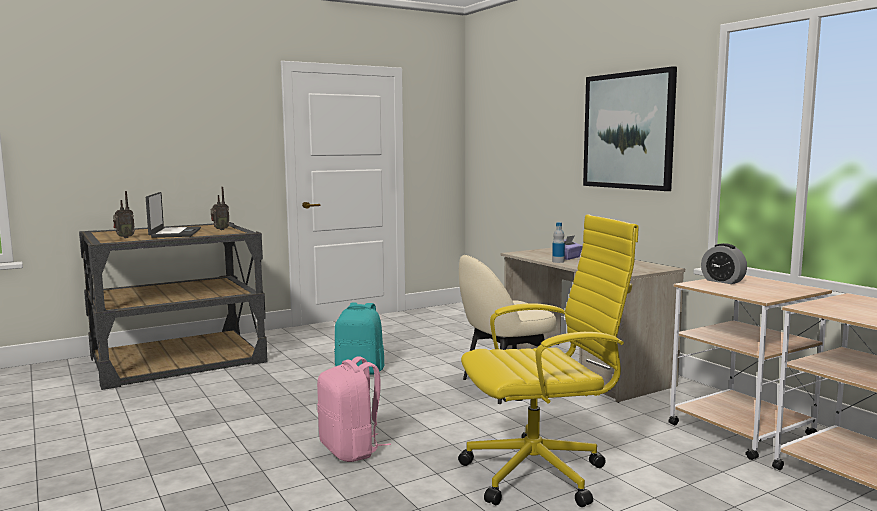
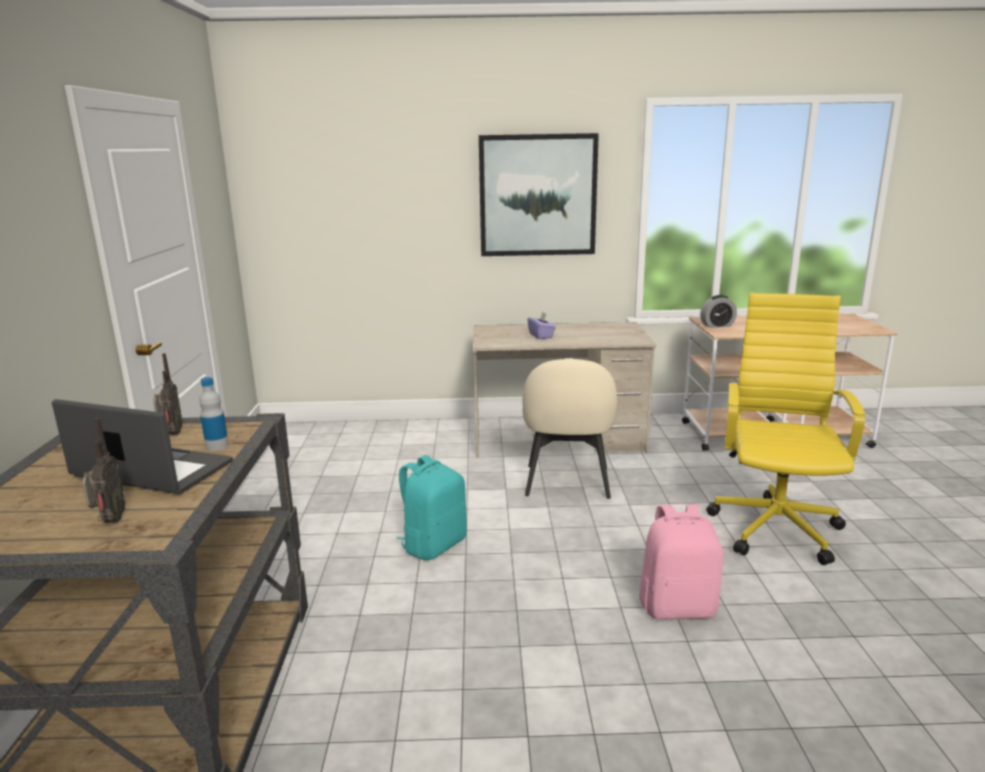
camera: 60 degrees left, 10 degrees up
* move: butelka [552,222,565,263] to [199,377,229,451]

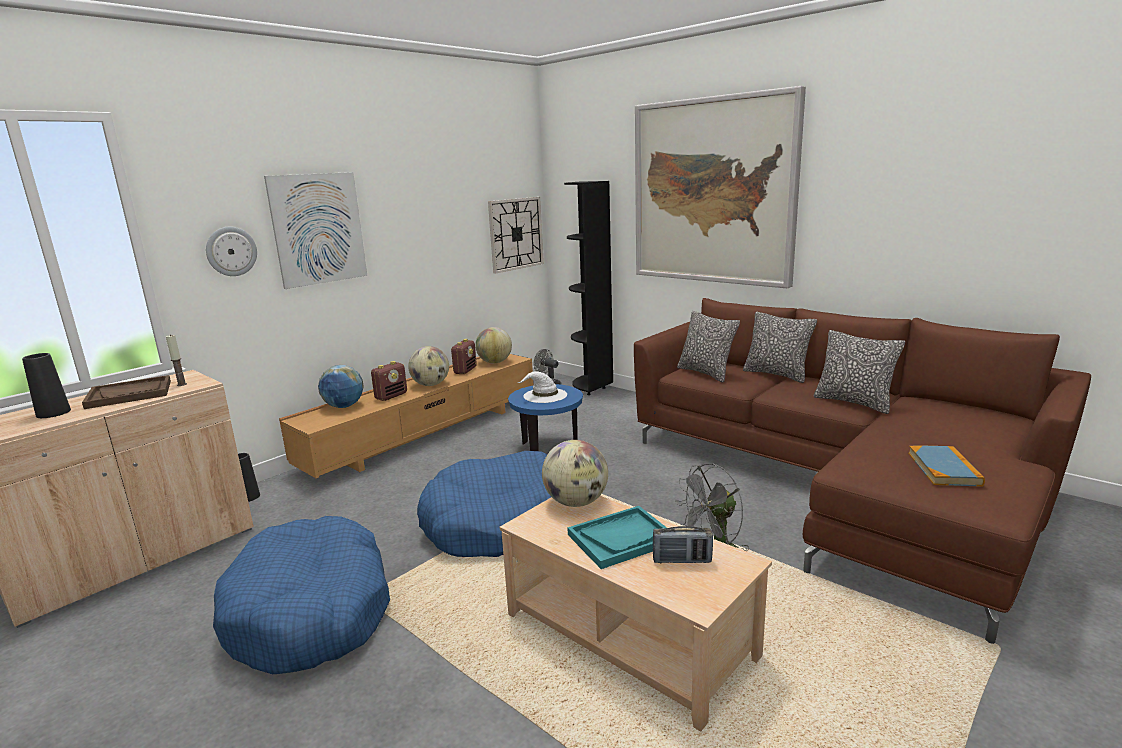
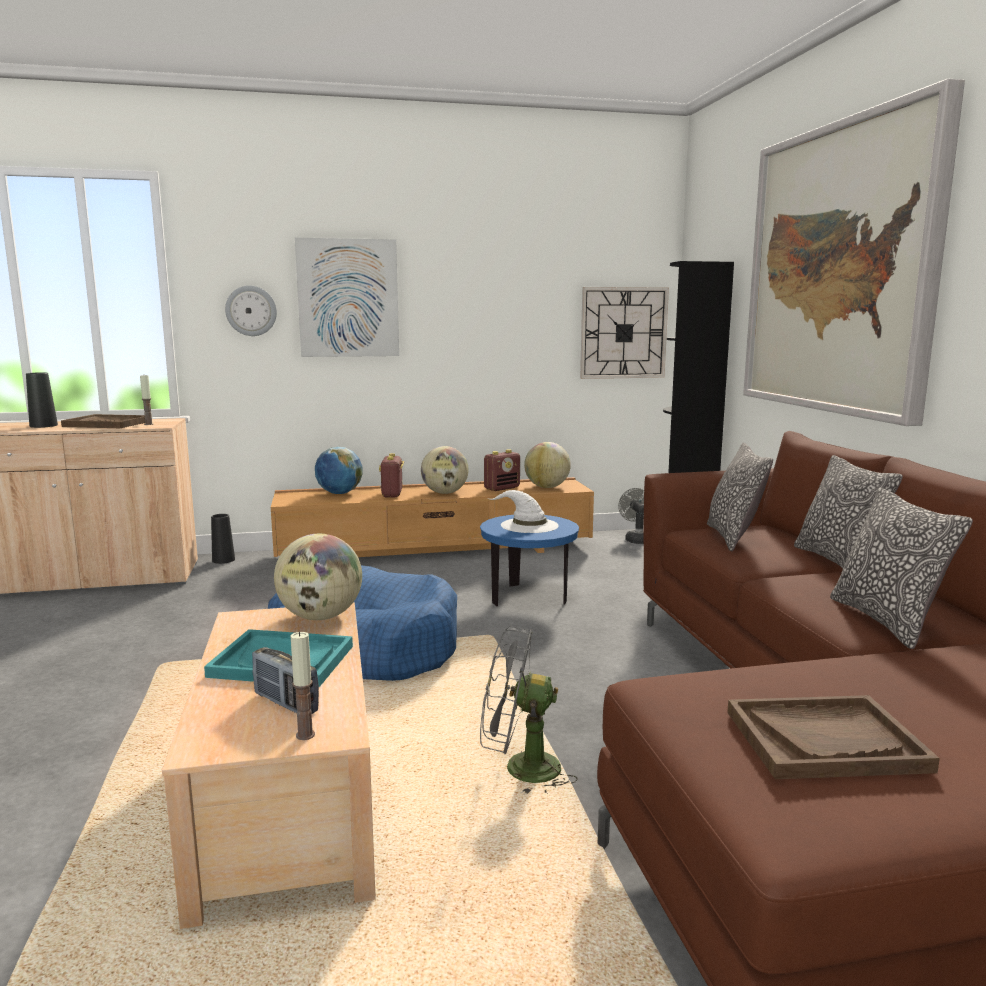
camera: 35 degrees right, 5 degrees down
* delete: legowisko [niebieski] [213,516,390,674]
* rotate: radio [371,361,407,401] = [379,453,404,497] 105 degrees clockwise
* replace: książka [908,445,985,487] to taca [brązowy] [727,695,940,779]
* insert: świeca [291,632,315,740]

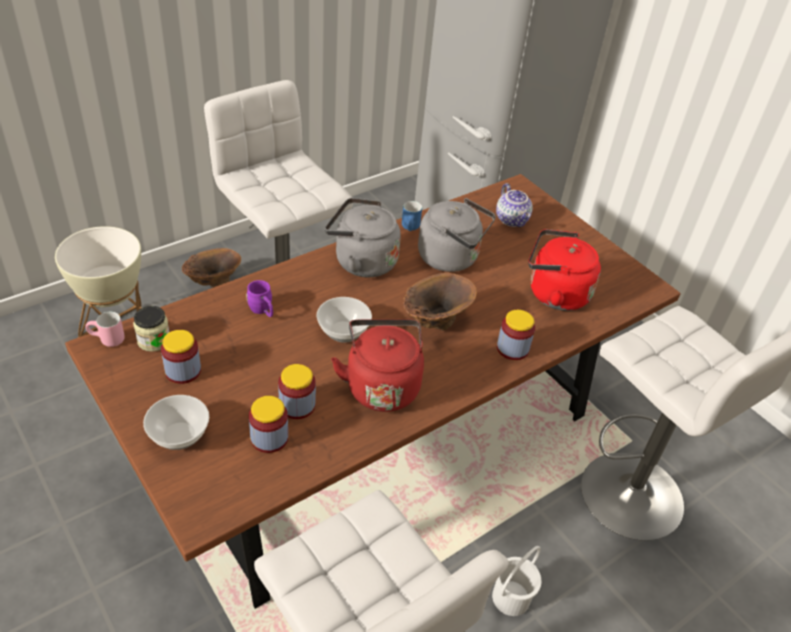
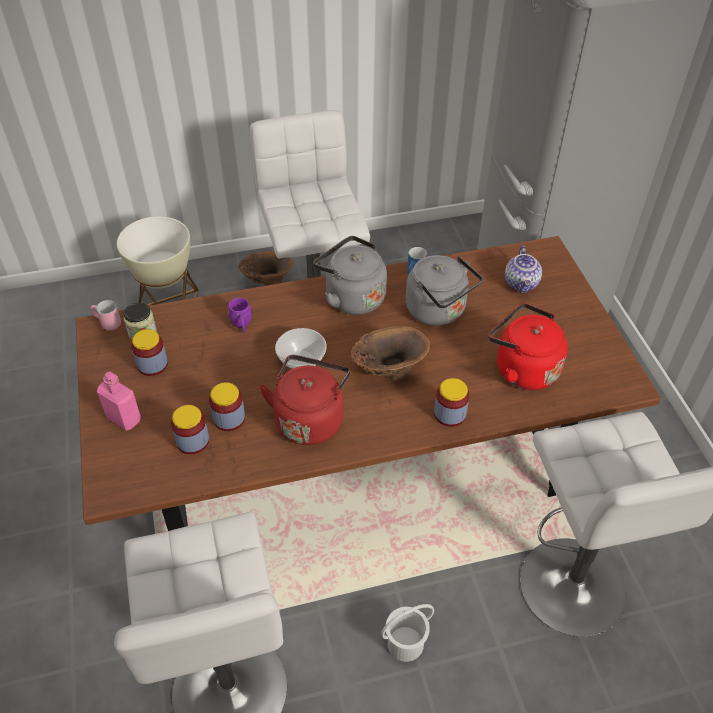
camera: 25 degrees right, 5 degrees up
* replace: miska [143,395,209,450] to butelka [różowy] [97,372,141,431]

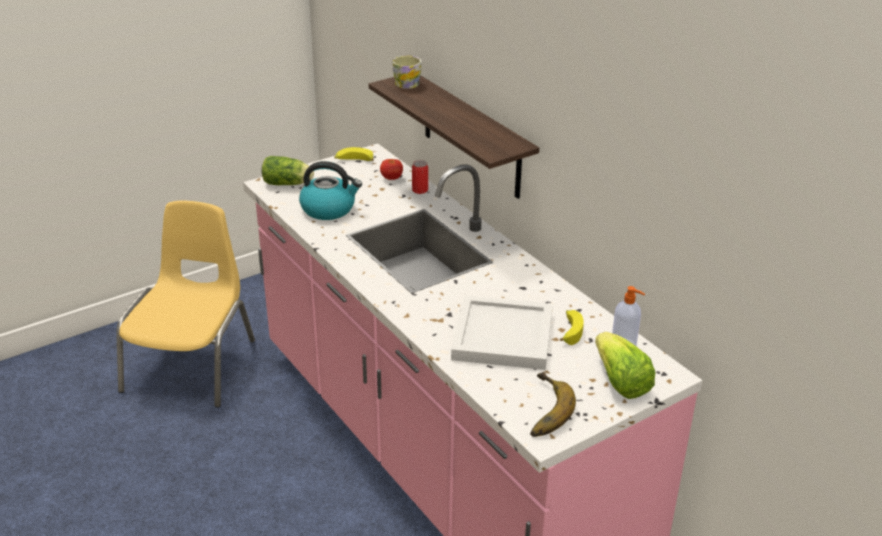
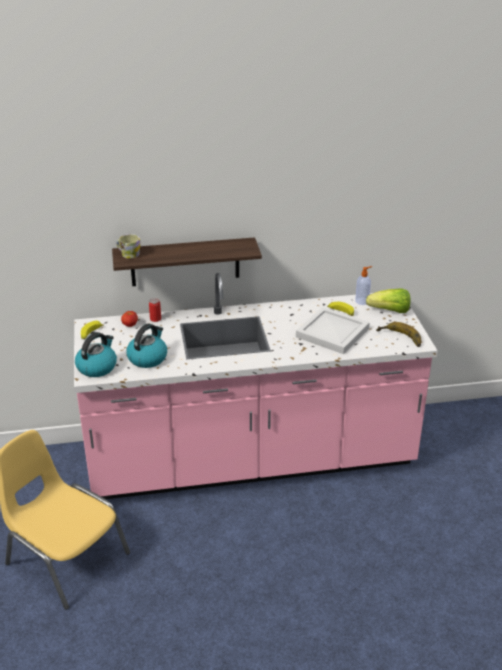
camera: 65 degrees left, 0 degrees up
* replace: sałata [262,156,314,185] to czajnik [75,332,117,377]

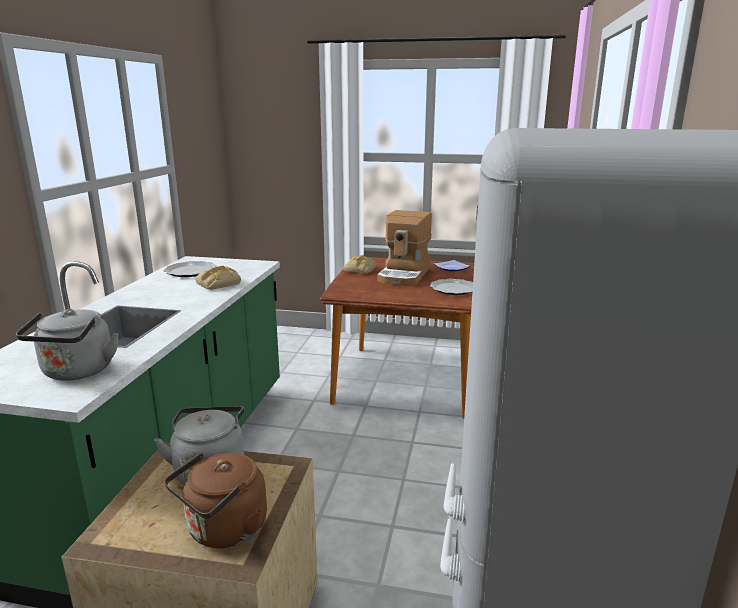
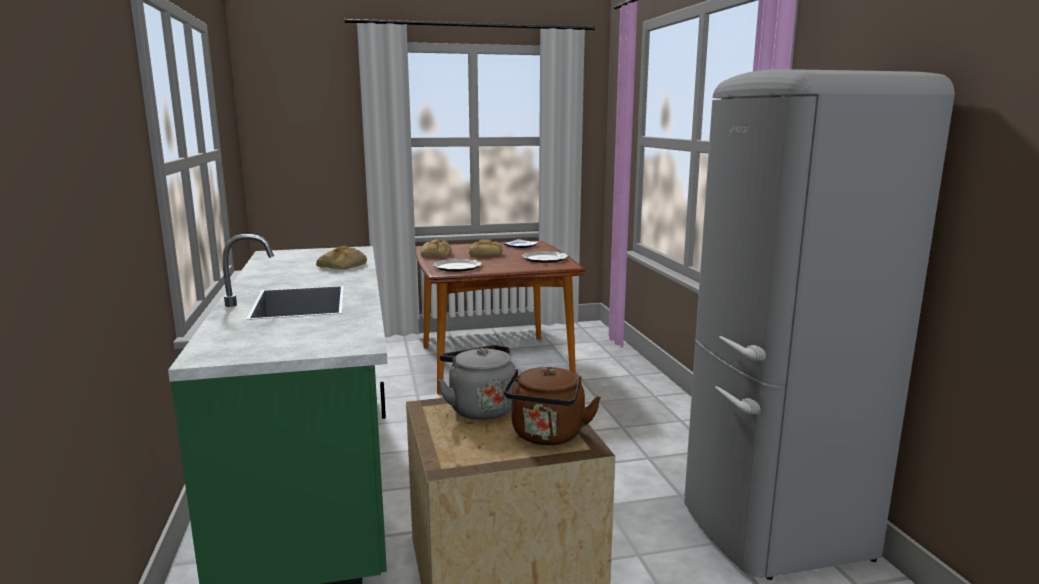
camera: 25 degrees left, 5 degrees down
* delete: czajnik [szary] [16,309,119,381]
* move: talerz [164,261,217,277] to [433,259,482,272]
* replace: ekspres do kawy [377,210,432,286] to chleb [469,239,502,257]

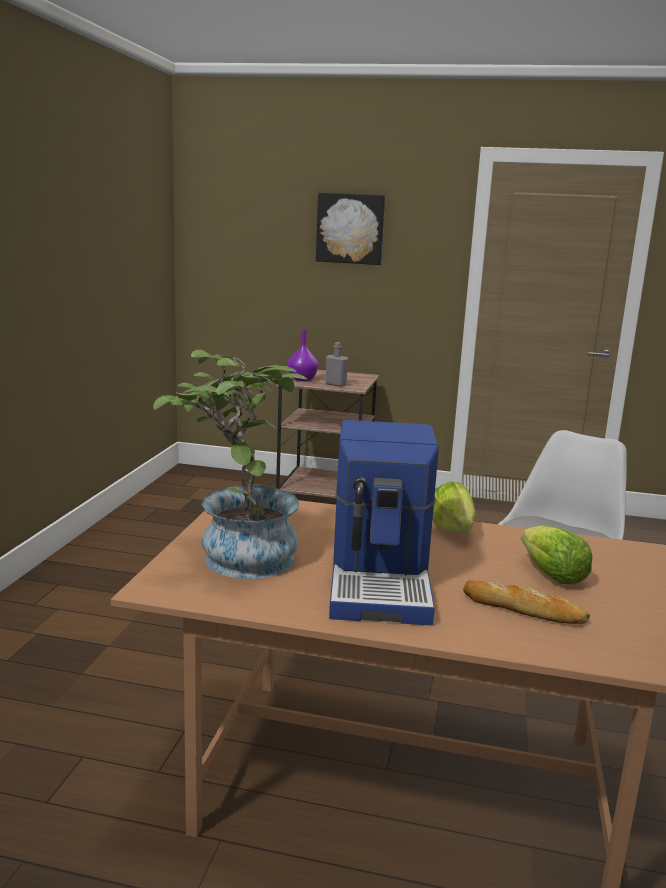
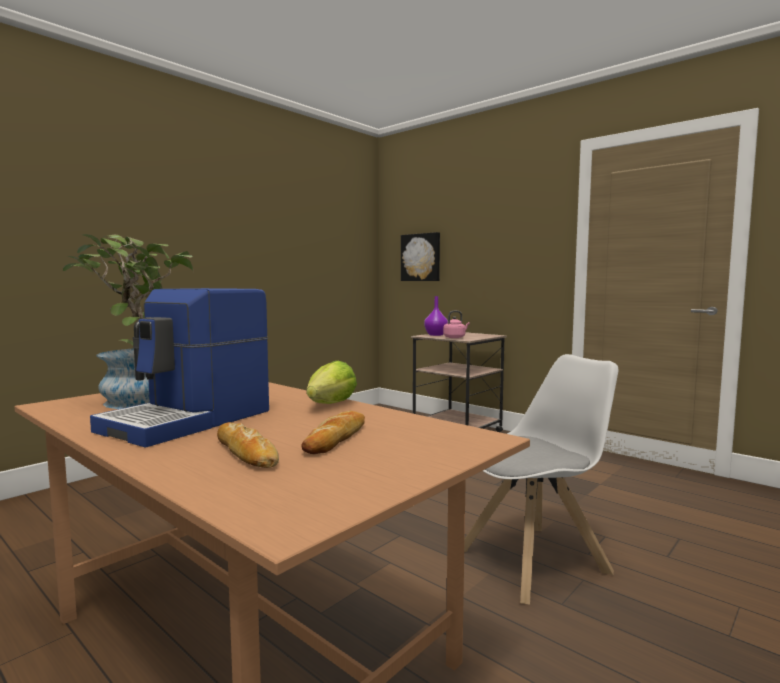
camera: 30 degrees right, 10 degrees down
* move: obraz [316,192,385,265] to [401,232,440,281]
* replace: butelka [szary] [326,342,348,387] to czajnik [różowy] [443,311,470,338]
* replace: sałata [521,526,593,584] to chleb [302,410,365,454]

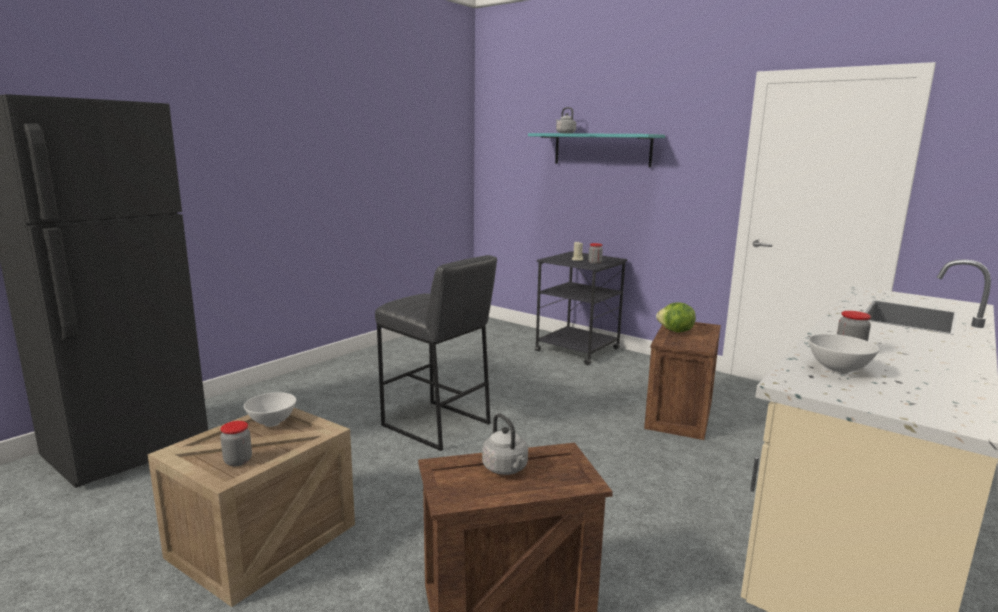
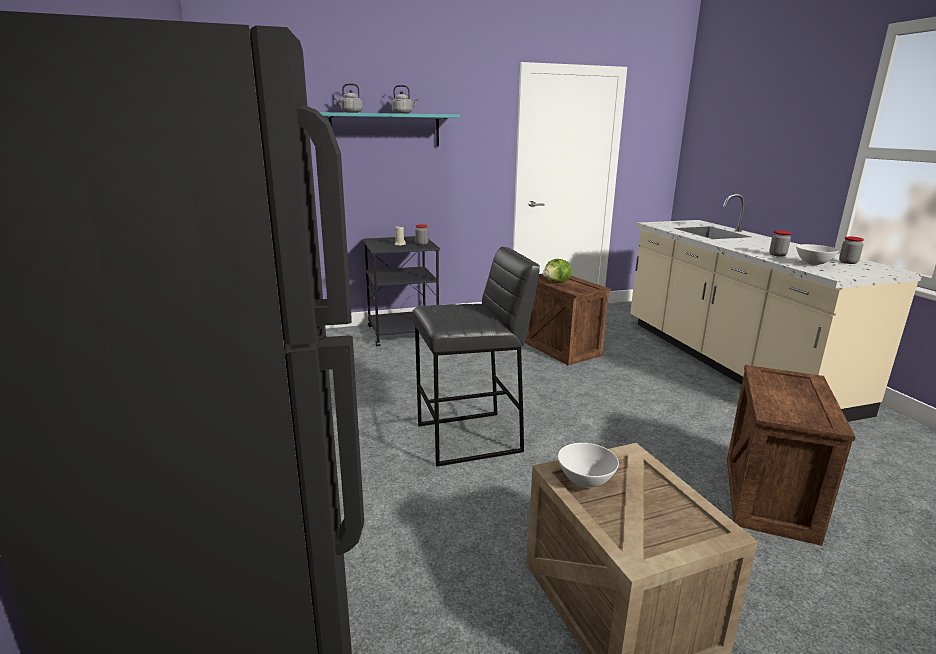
camera: 55 degrees left, 5 degrees up
* move: słoik [220,421,252,466] to [839,237,864,264]
* move: czajnik [szary] [482,413,528,475] to [391,85,418,114]

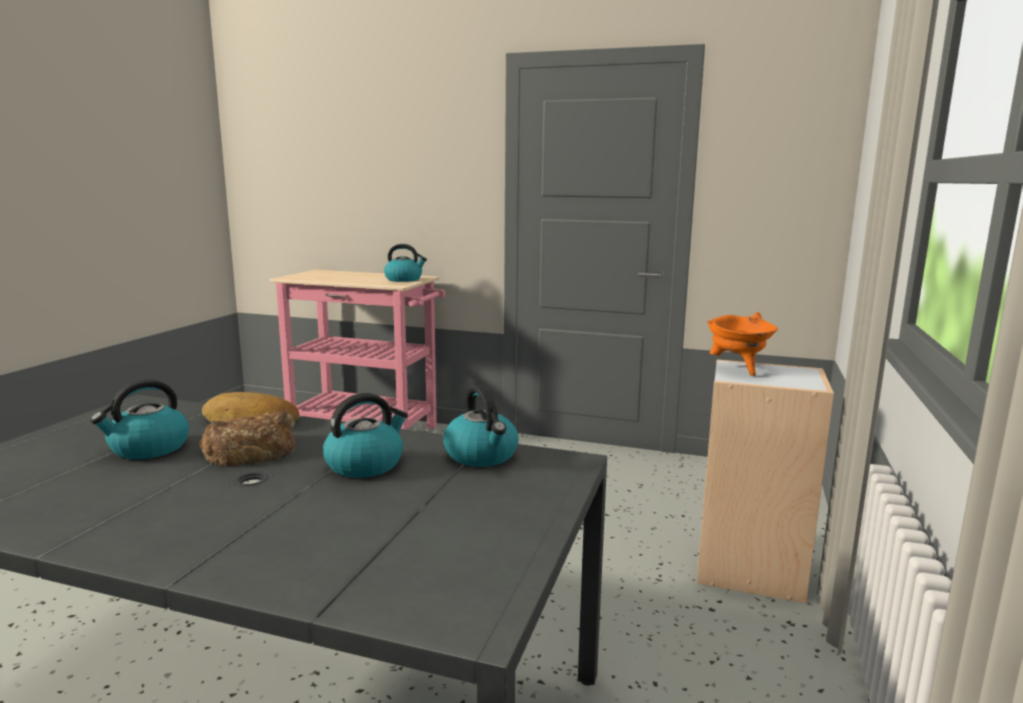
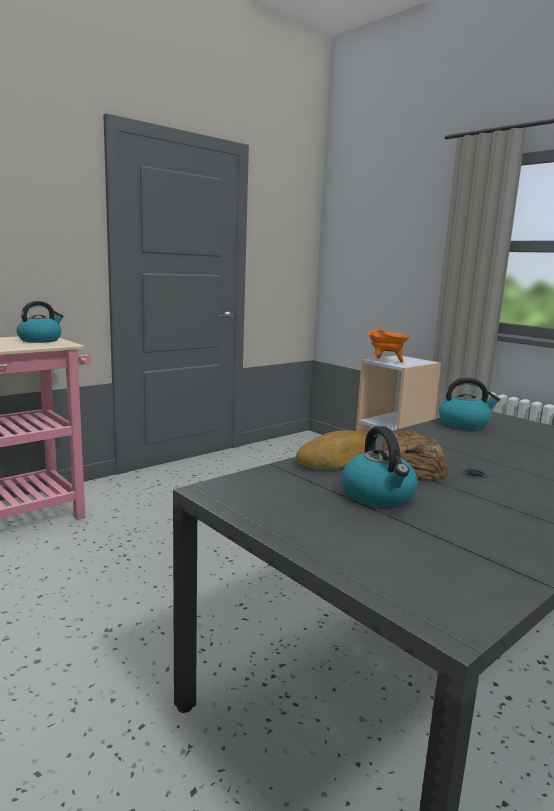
camera: 60 degrees left, 0 degrees up
* delete: czajnik [323,393,408,478]

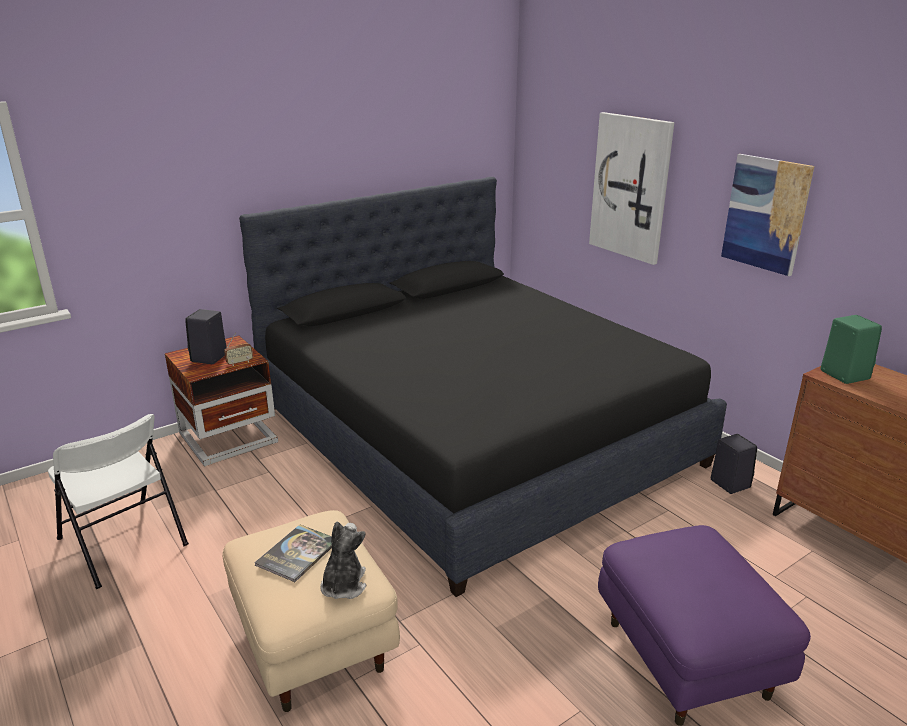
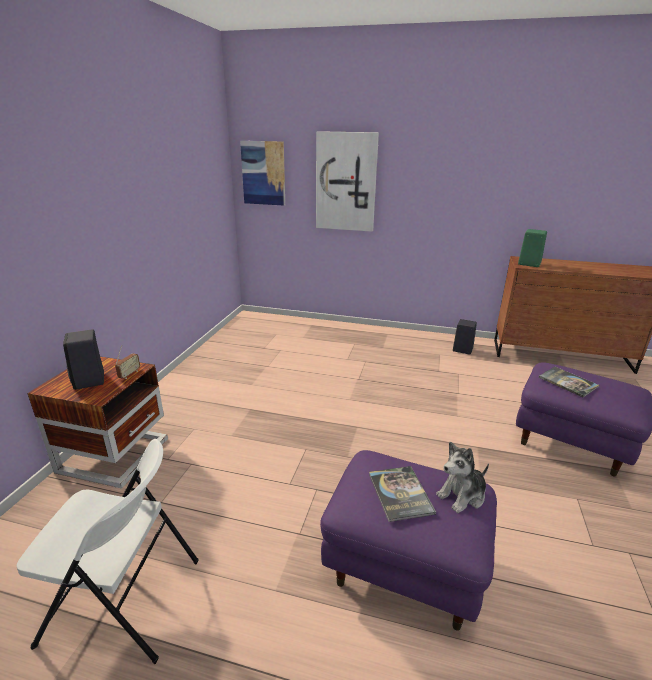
camera: 40 degrees left, 0 degrees up
* recolor: pufa [beżowy] [223,510,400,712] to pufa [fioletowy] [320,450,497,631]
* delete: łóżko [czarny] [239,177,727,597]
* rotate: pluszak [320,522,366,599] = [436,442,489,513] 90 degrees counterclockwise
* move: obraz [721,154,814,276] to [240,141,285,206]
* insert: książka [539,367,599,398]

